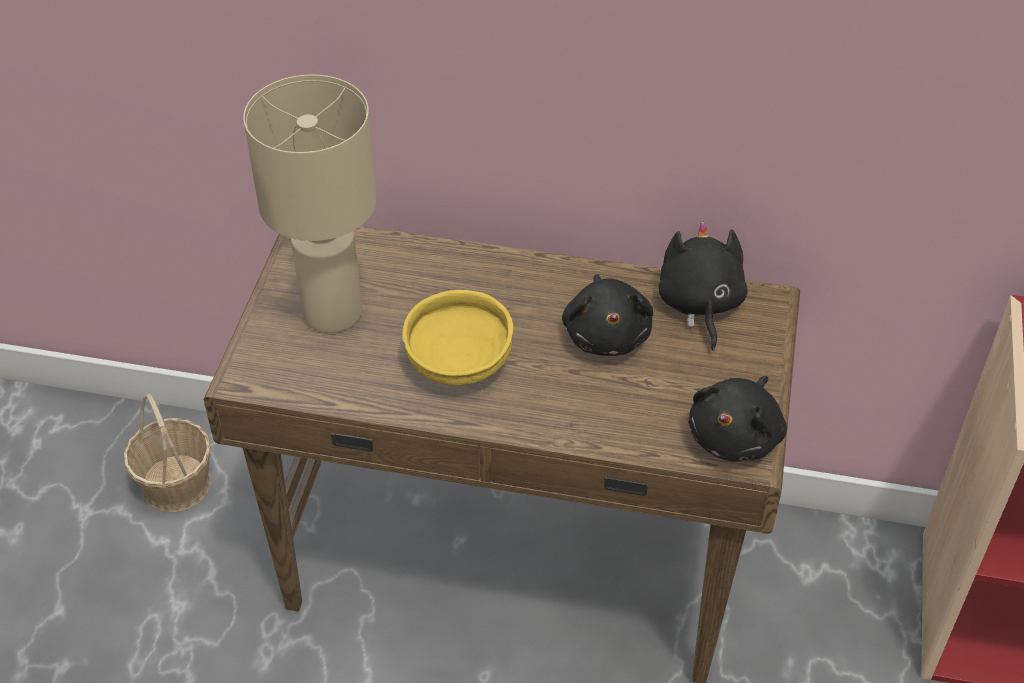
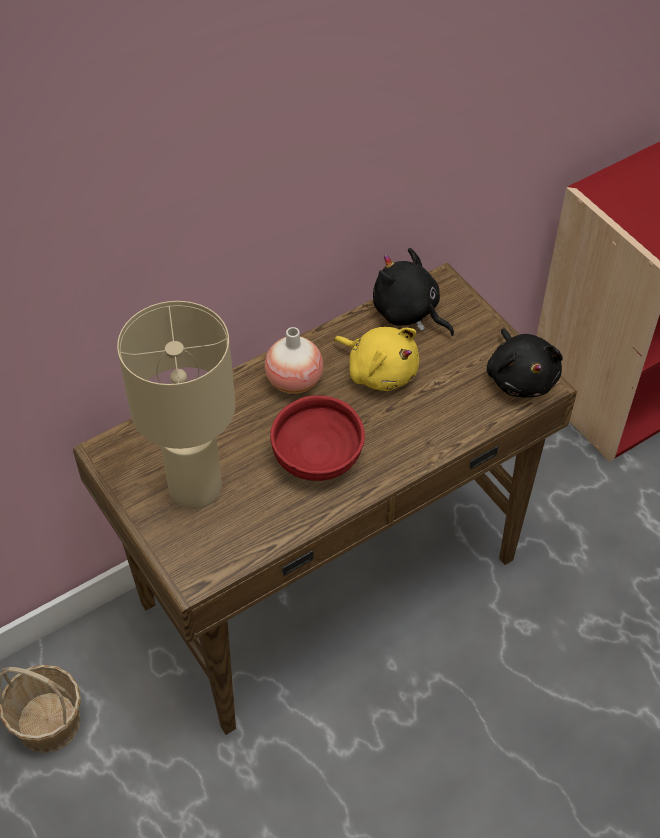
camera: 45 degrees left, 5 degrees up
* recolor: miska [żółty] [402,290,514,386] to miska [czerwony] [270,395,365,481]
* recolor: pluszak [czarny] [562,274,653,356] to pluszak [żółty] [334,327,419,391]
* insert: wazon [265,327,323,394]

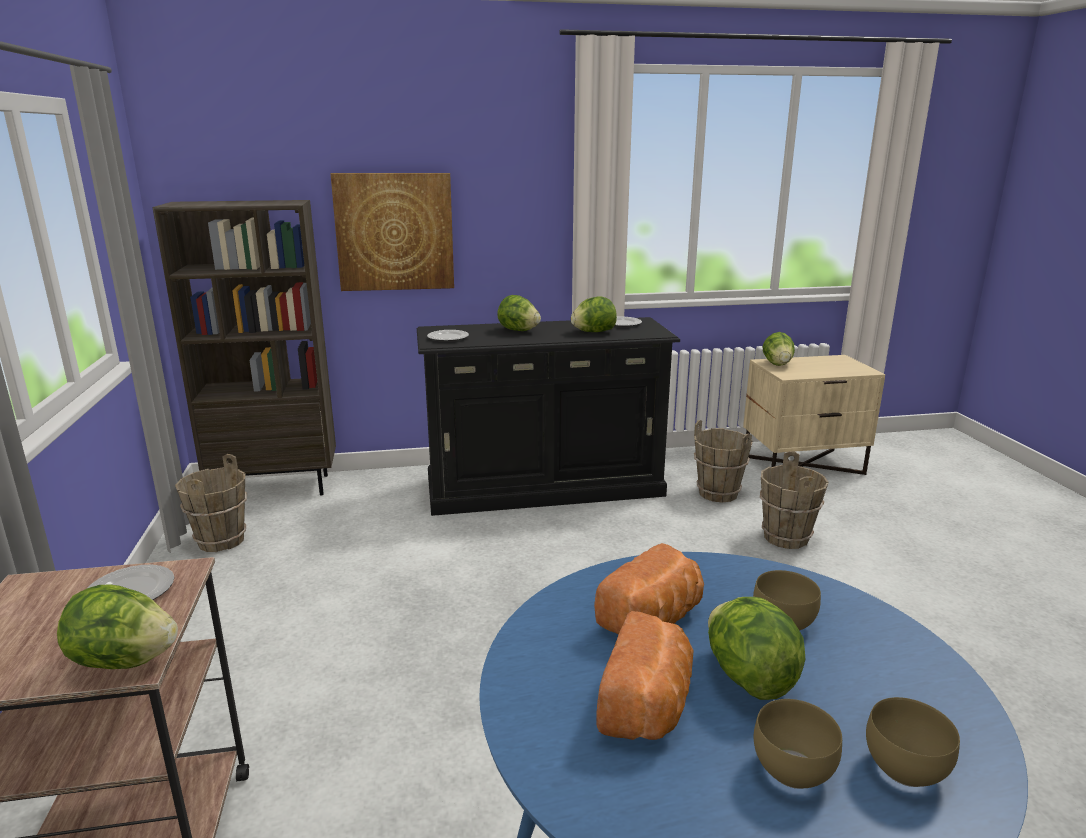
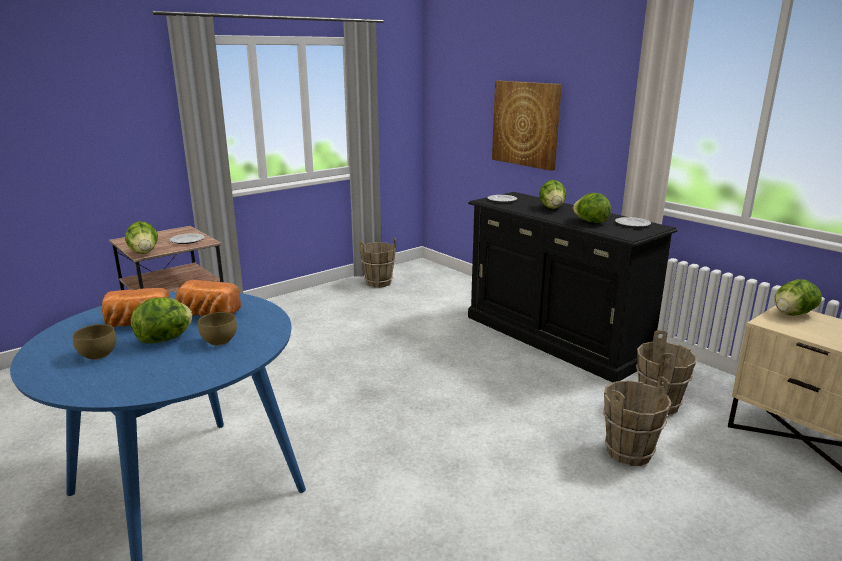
camera: 60 degrees right, 0 degrees up
* delete: regał [brązowy] [152,200,336,496]
* delete: miska [brązowy] [866,697,960,787]

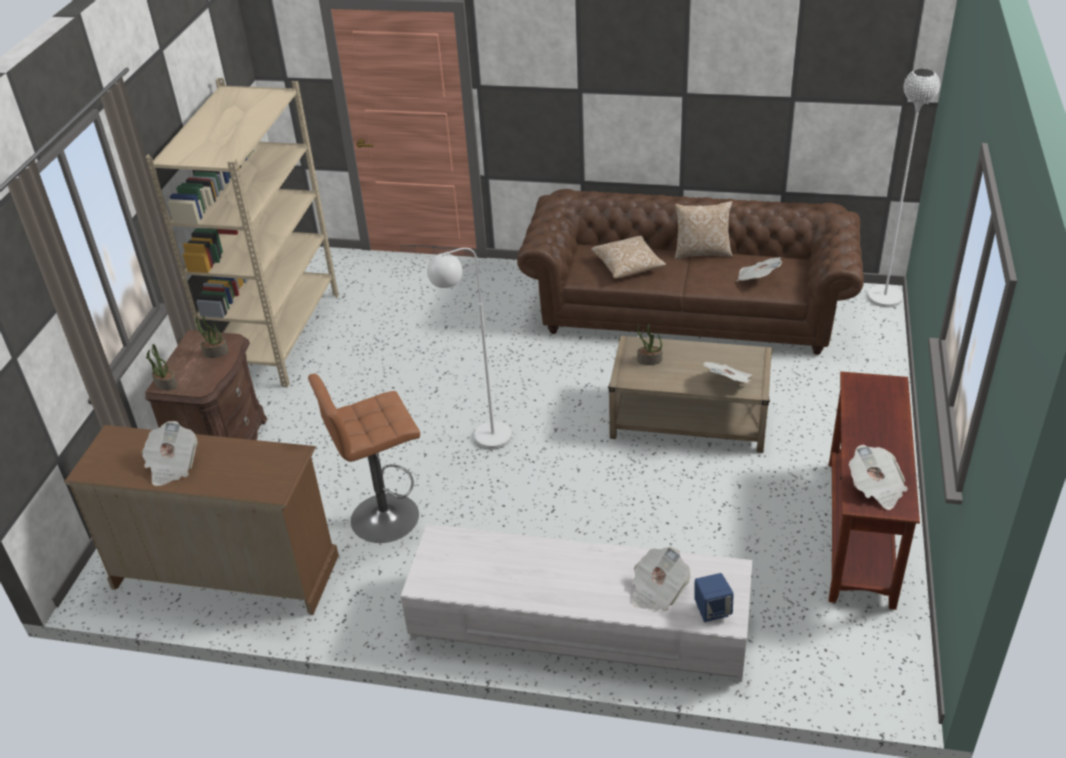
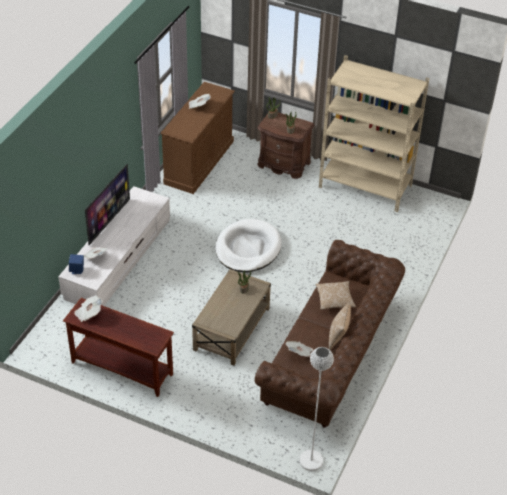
camera: 100 degrees right, 5 degrees up
* delete: stołek [brązowy] [308,374,420,543]
* replace: lampa stojąca [biały] [427,248,512,449] to legowisko [biały] [215,219,282,272]
* delete: gazeta [703,362,752,383]
* insert: telewizor [85,164,130,245]

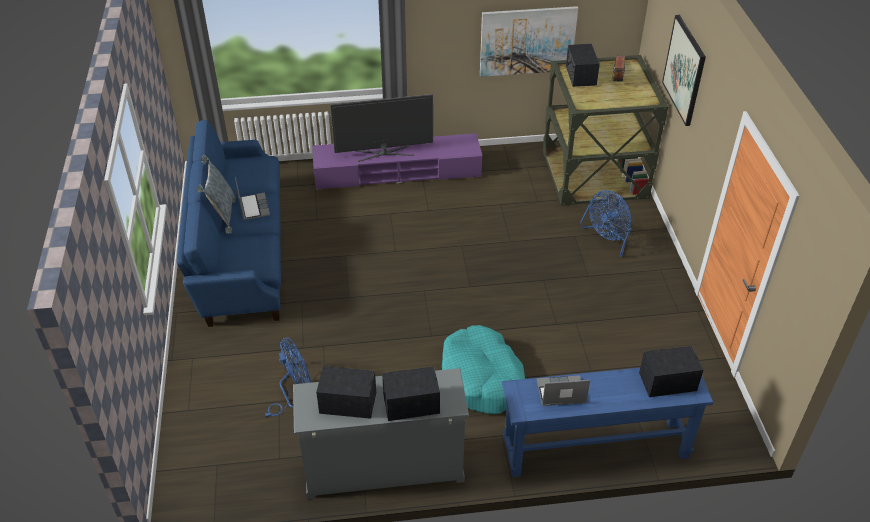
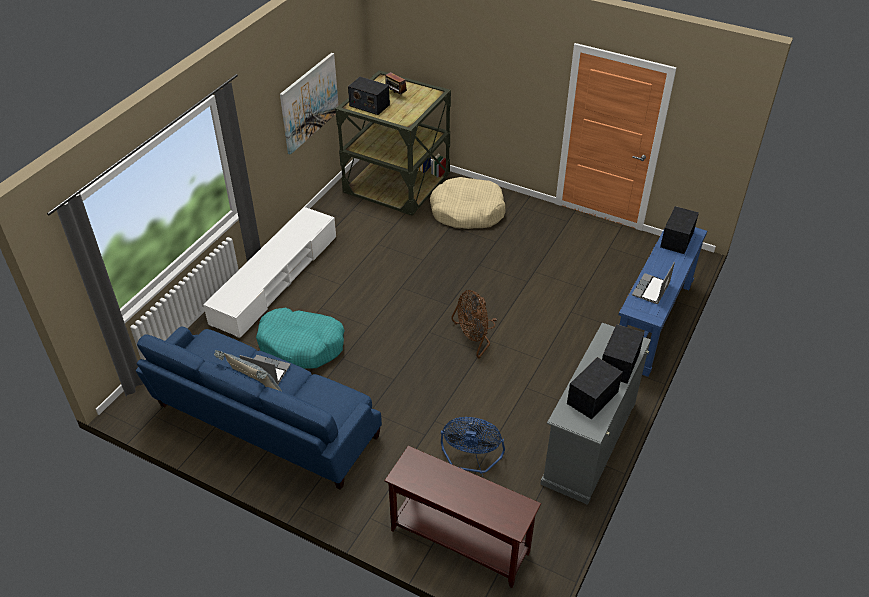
camera: 55 degrees left, 0 degrees up
* recolor: szafka pod telewizor [fioletowy] [312,133,482,190] to szafka pod telewizor [biały] [203,207,336,338]
* delete: telewizor [330,94,433,162]
* move: legowisko [turkusowy] [442,325,525,414] to [256,308,345,369]
* replace: wentylator [niebieski] [580,190,632,257] to legowisko [beżowy] [430,177,506,229]
* delete: obraz [662,15,706,126]
* insert: stolik konsolowy [brązowy] [385,446,541,588]
* insert: wentylator [brązowy] [451,290,498,359]

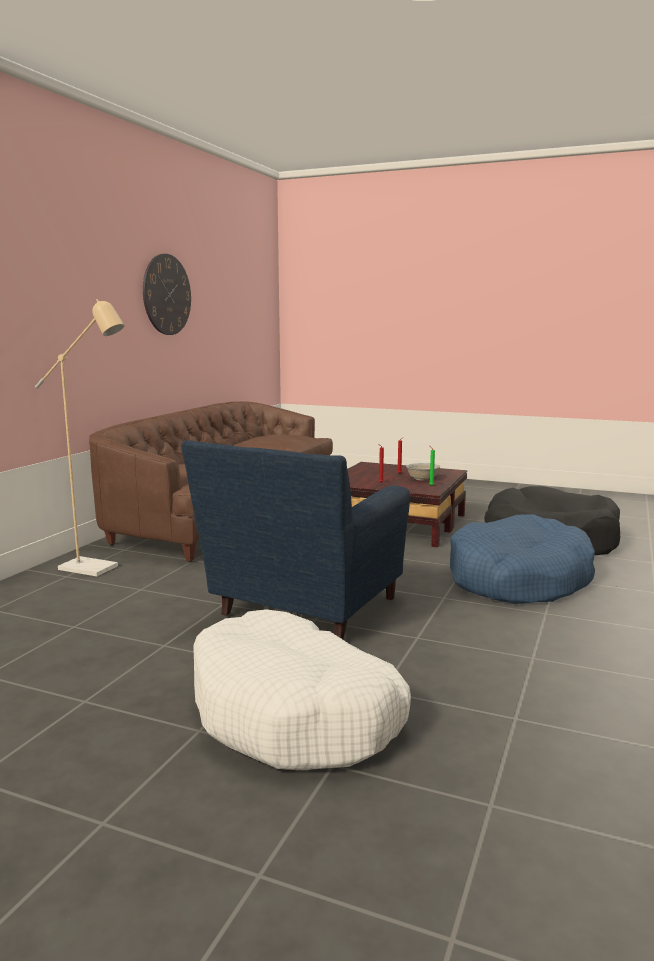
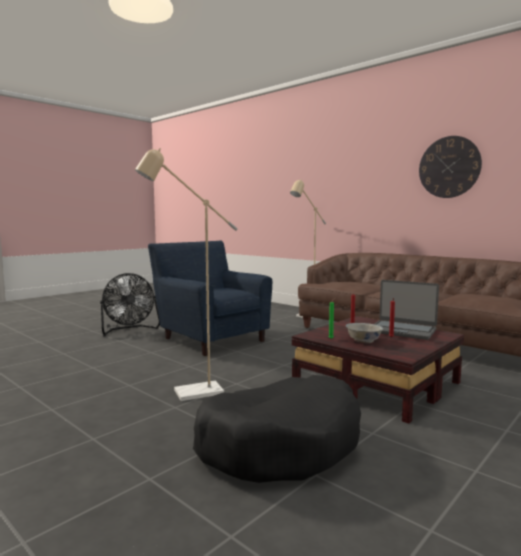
camera: 110 degrees right, 5 degrees down
* replace: legowisko [biały] [193,609,411,770] to wentylator [czarny] [100,273,160,336]
* replace: legowisko [niebieski] [450,514,595,604] to lampa stojąca [beżowy] [135,148,238,401]
* insert: laptop [375,280,439,340]

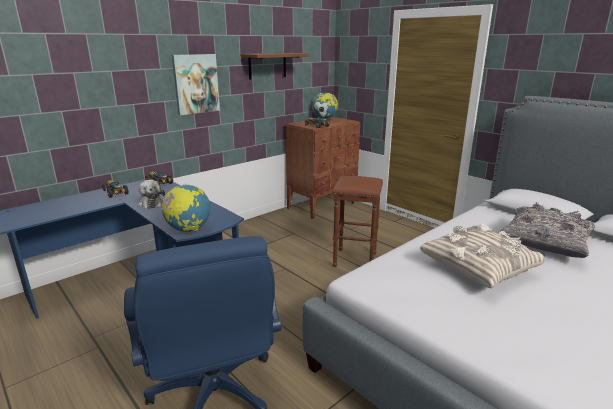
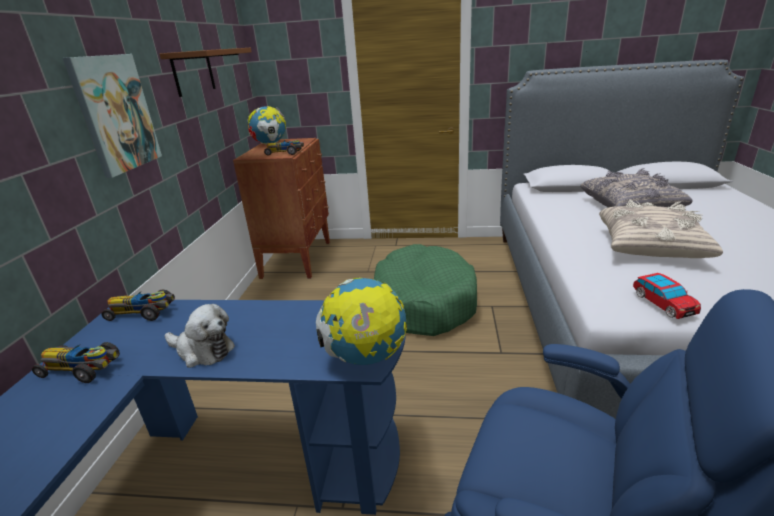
camera: 40 degrees left, 5 degrees up
* replace: stołek [brązowy] [333,176,383,267] to legowisko [zielony] [374,244,477,336]
* insert: samochodzik [633,273,701,319]

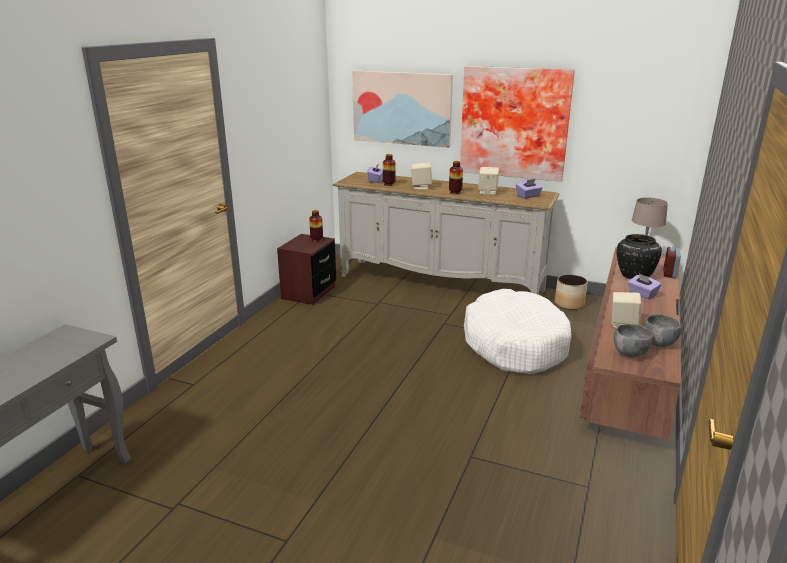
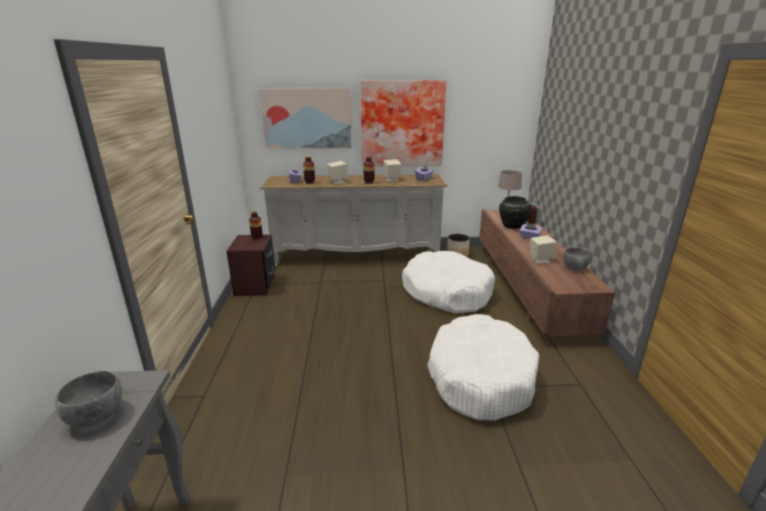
camera: 25 degrees left, 0 degrees up
* move: miska [szary] [613,324,653,358] to [55,371,122,428]
* insert: legowisko [biały] [427,314,539,421]

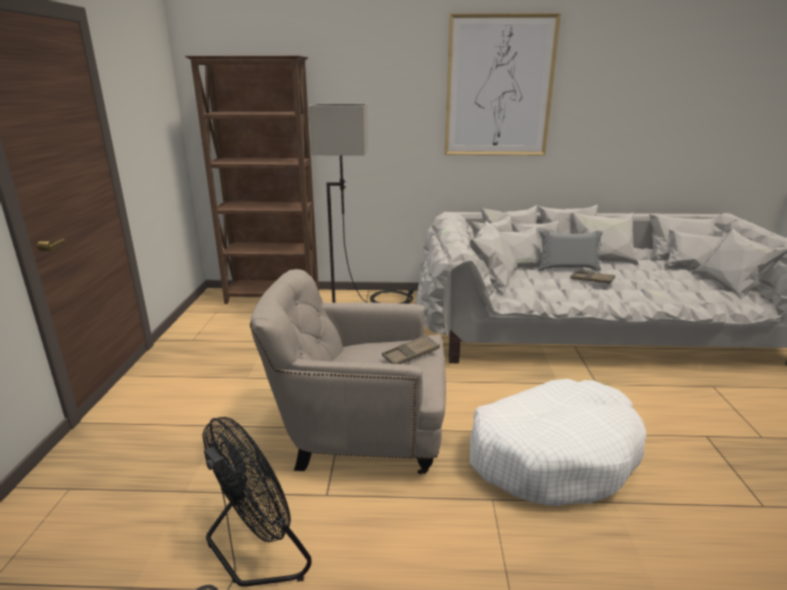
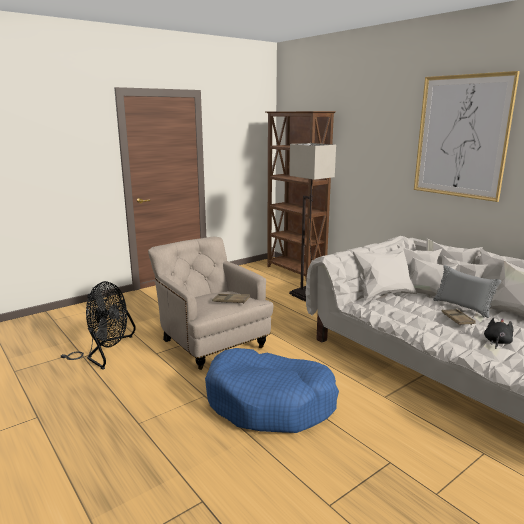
camera: 50 degrees right, 5 degrees down
* recolor: legowisko [biały] [470,379,647,506] to legowisko [niebieski] [205,348,339,433]
* insert: pluszak [czarny] [484,318,513,349]

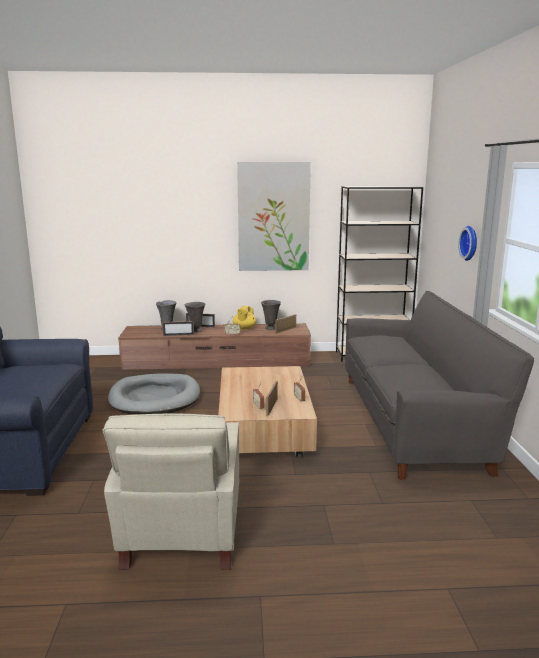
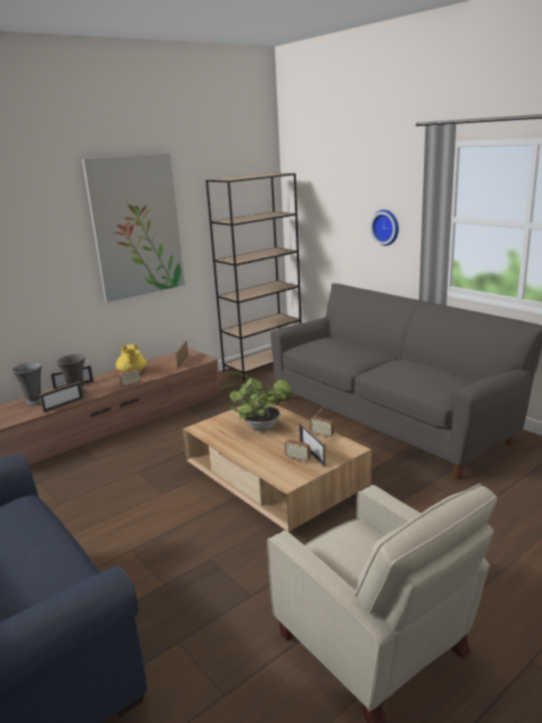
camera: 35 degrees left, 5 degrees up
* delete: legowisko [szary] [108,373,200,414]
* delete: wazon [szary] [261,300,281,330]
* insert: roślina doniczkowa [223,373,292,431]

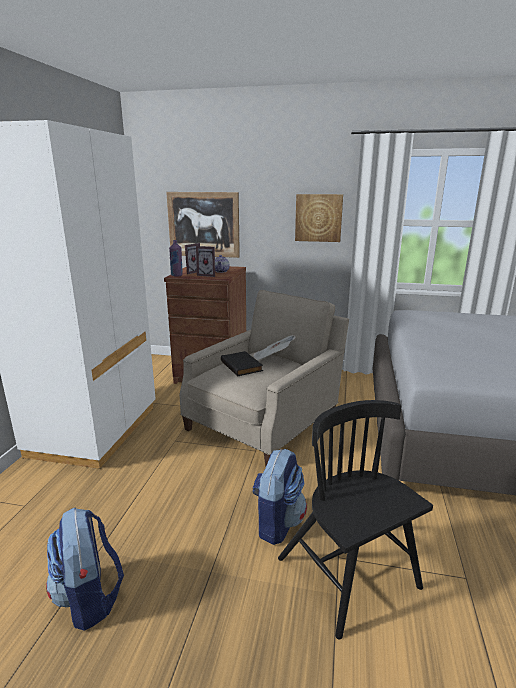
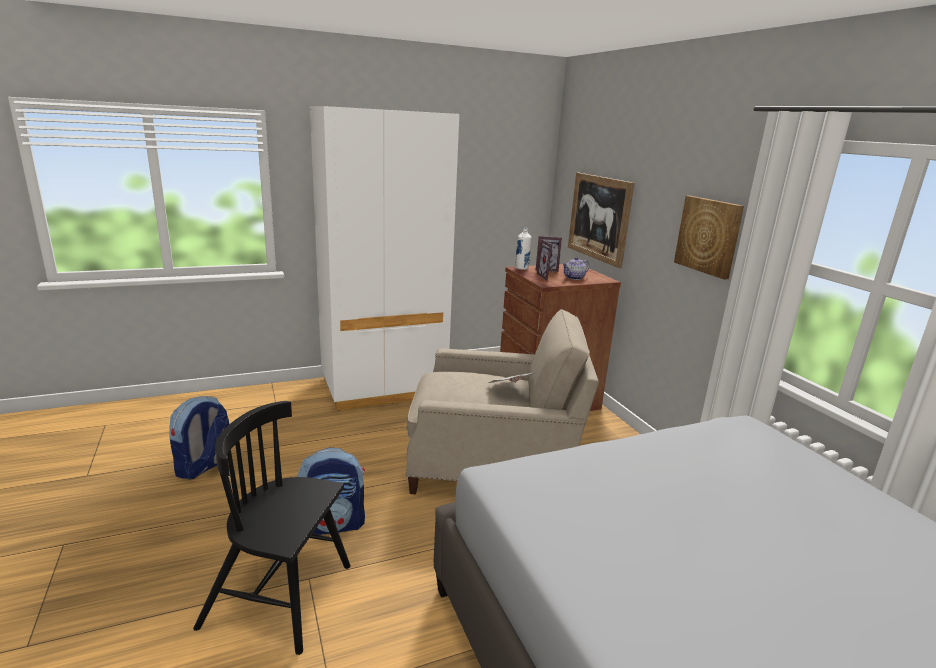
camera: 55 degrees right, 0 degrees up
* recolor: butelka [fioletowy] [169,240,183,277] to butelka [biały] [515,228,532,270]
* delete: książka [czarny] [221,351,263,376]
* rotate: krzesło [czarny] [278,400,433,640] = [193,401,351,655] 105 degrees counterclockwise

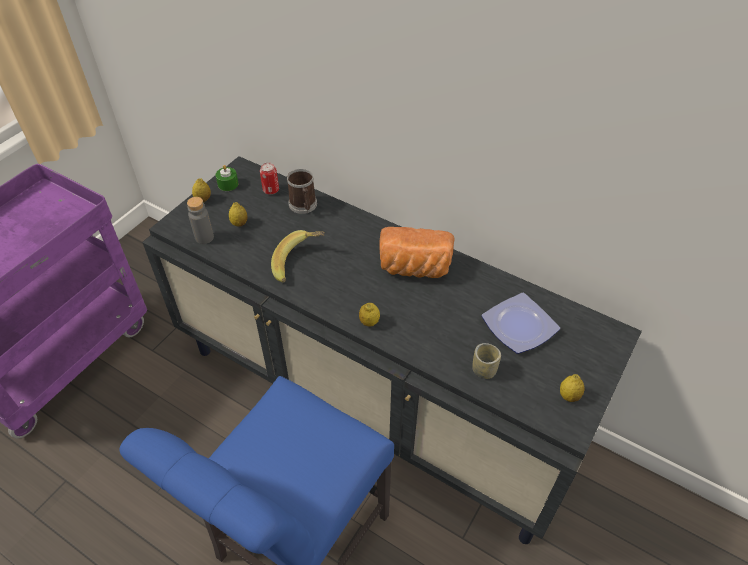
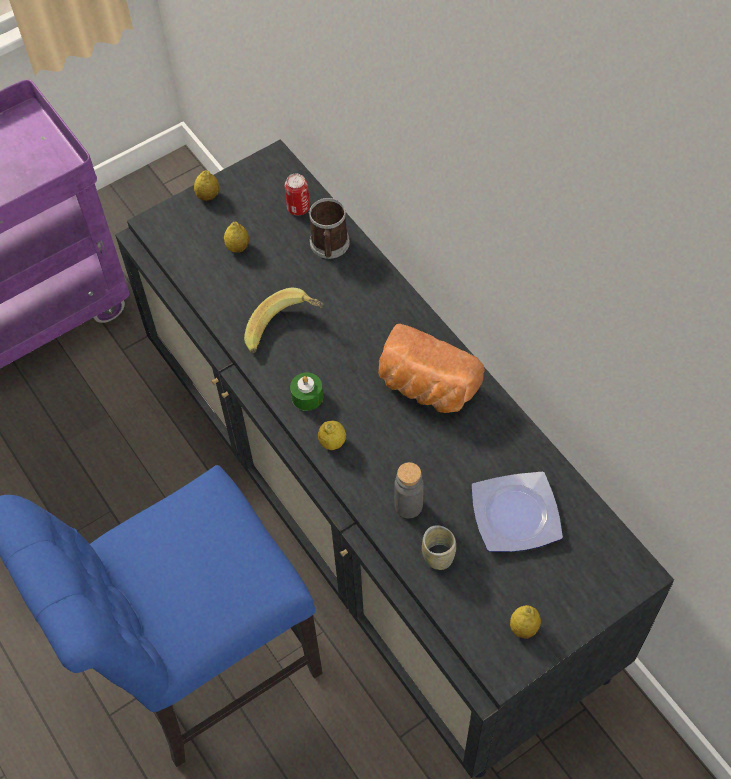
camera: 25 degrees right, 10 degrees up
* move: butelka [szary] [187,197,214,244] to [394,462,424,518]
* move: świeca [zielony] [215,165,238,191] to [290,373,323,411]

